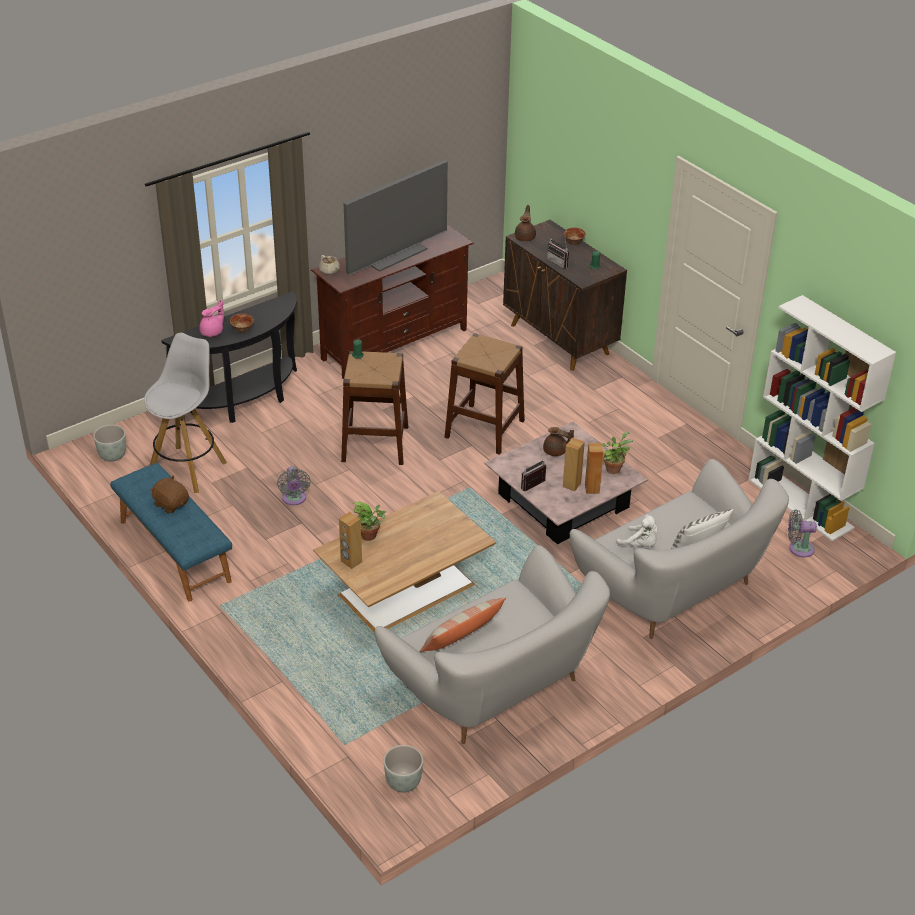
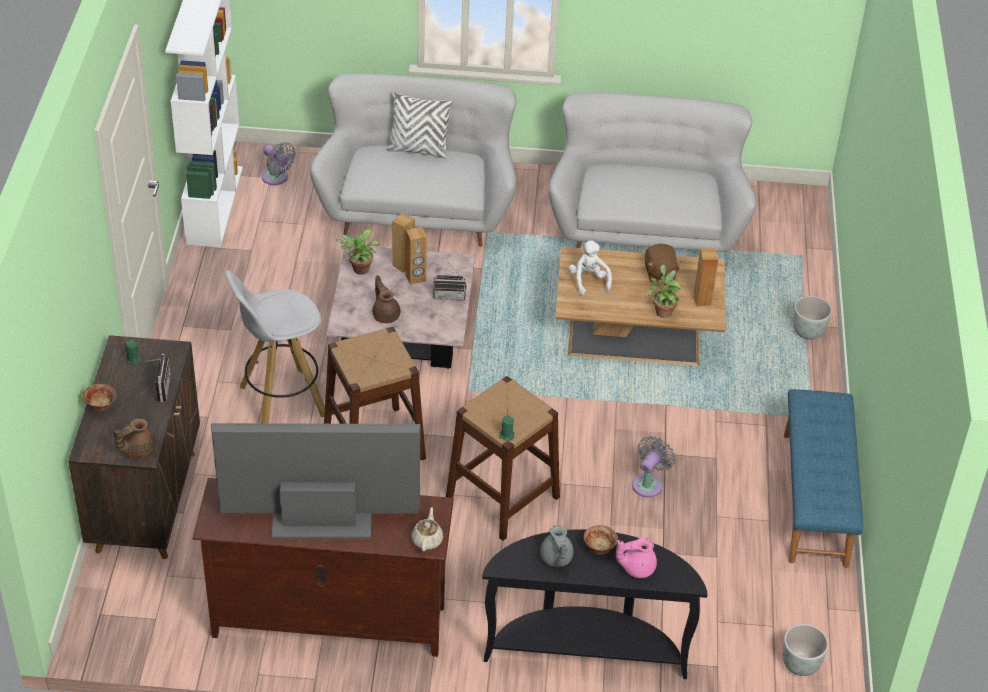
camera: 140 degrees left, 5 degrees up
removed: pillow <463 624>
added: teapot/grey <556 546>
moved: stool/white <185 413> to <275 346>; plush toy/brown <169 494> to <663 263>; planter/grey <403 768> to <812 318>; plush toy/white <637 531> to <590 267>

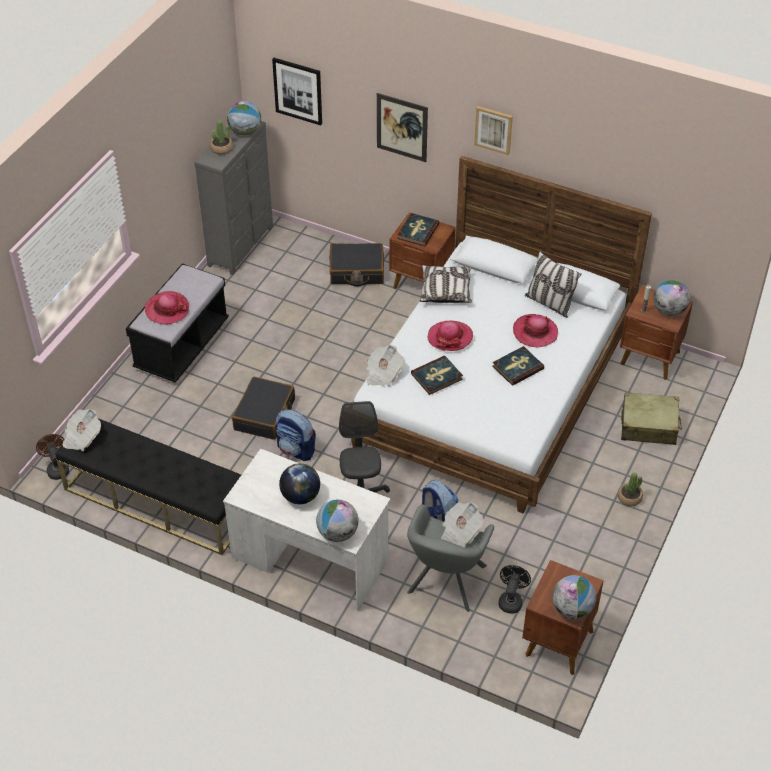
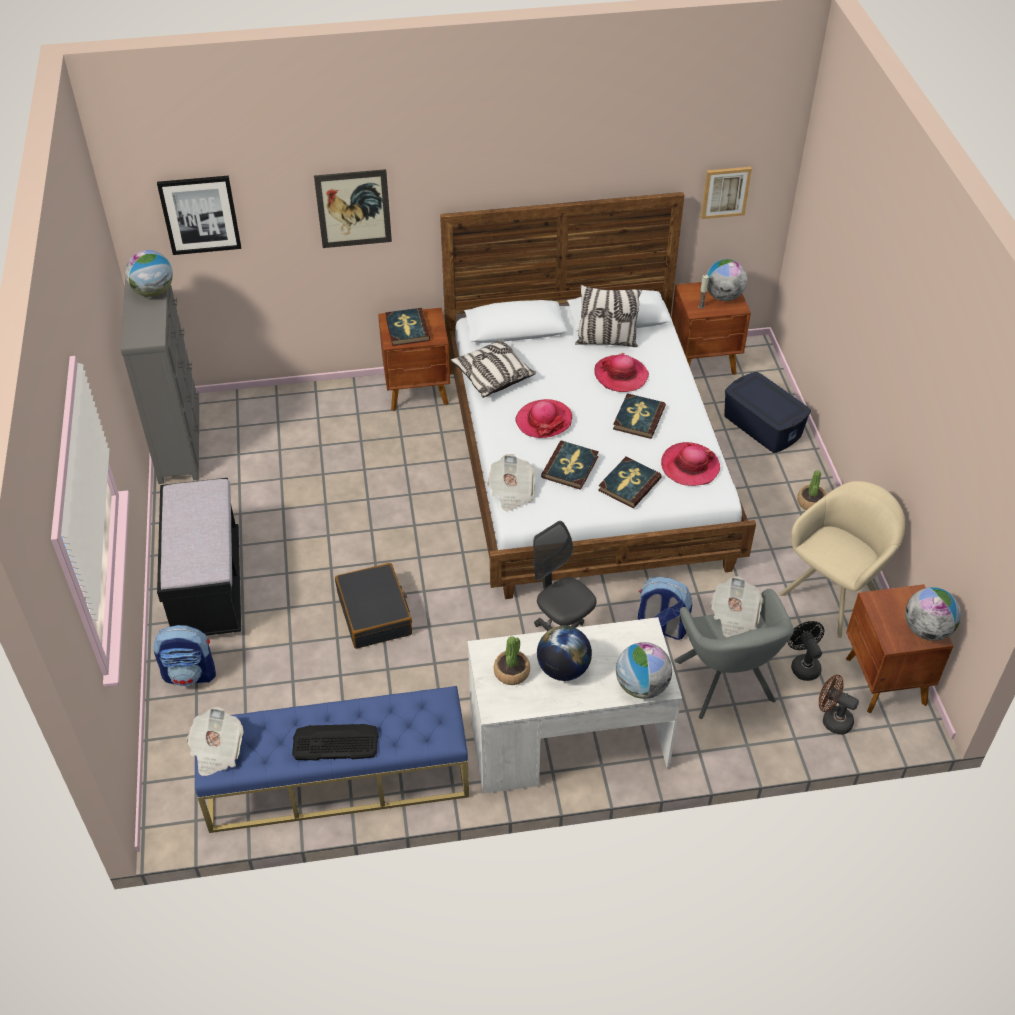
camera: 35 degrees left, 0 degrees up
removed: suitcase/black <357 264>
added: keyboard <335 742>; book <630 482>; armchair/beige <842 559>
moved: fan/brown <52 457> to <839 705>; hat <167 308> to <690 464>; potted plant <221 137> to <512 660>; backpack <296 435> to <184 655>; picture <493 130> to <726 193>
replaced: suitcase/beige <651 419> to storage box/blue <767 412>
recoloured: bench/black <148 486> to bench/blue <332 759>

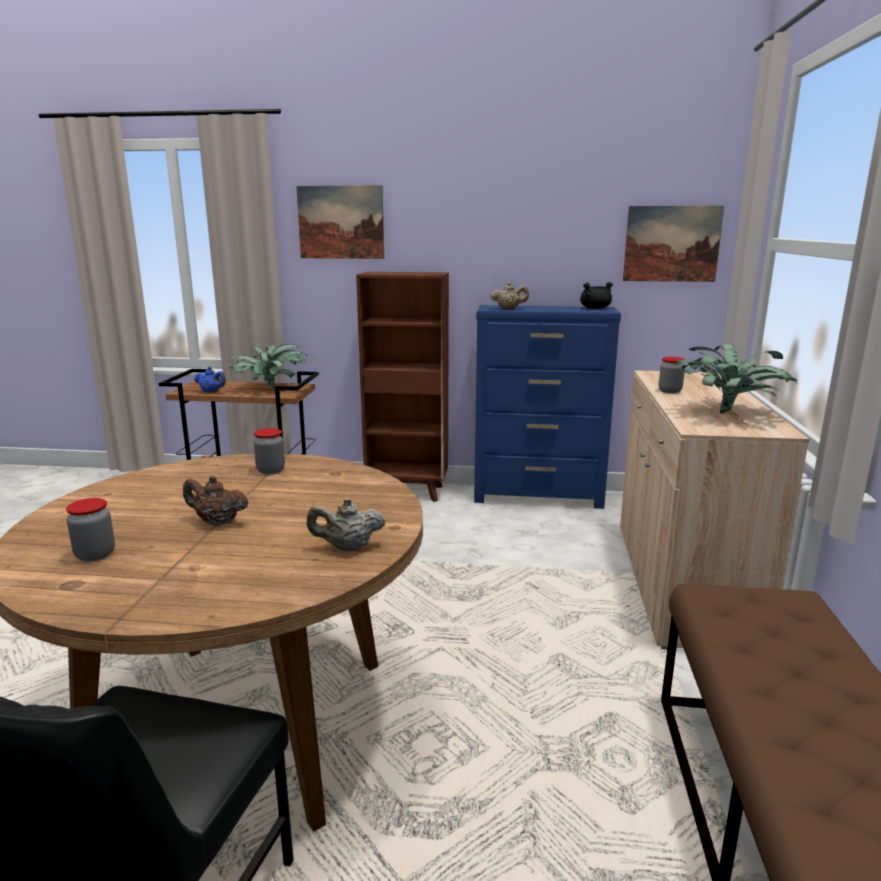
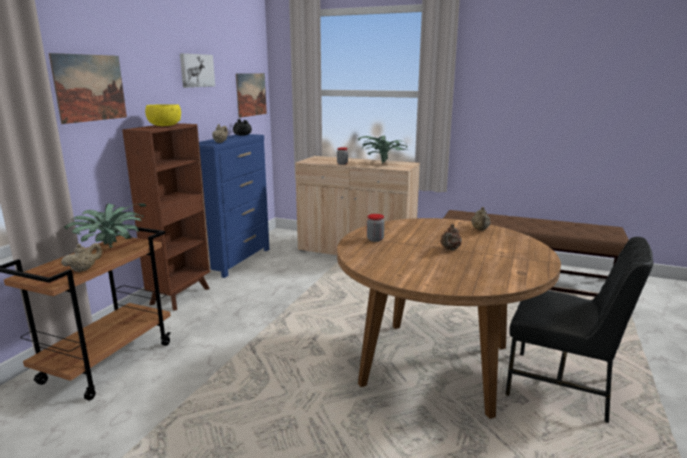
camera: 75 degrees left, 0 degrees up
removed: jar <90 530>
added: bowl/yellow <163 115>; picture <197 70>
recoloured: teapot/blue <210 379> to teapot/beige <81 257>

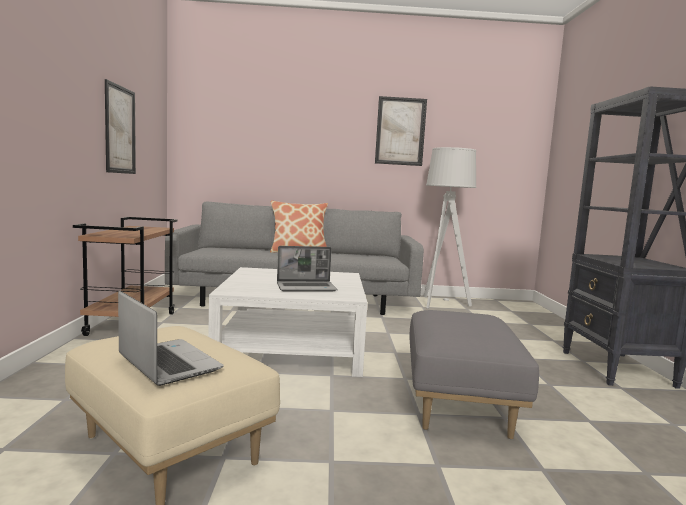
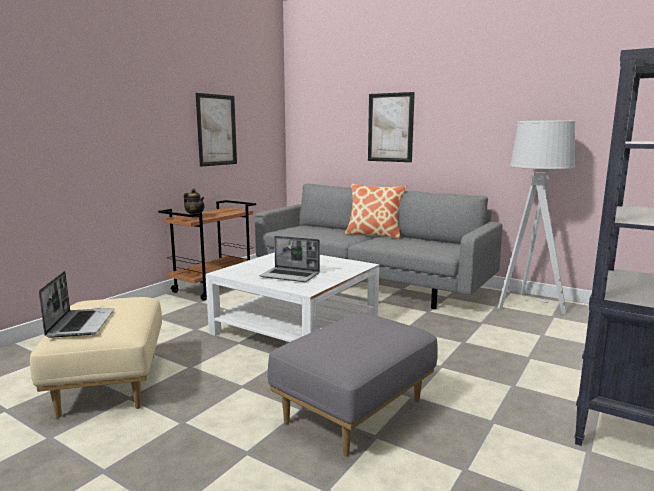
camera: 35 degrees right, 5 degrees up
added: teapot <194 203>
moved: picture <401 131> to <391 127>

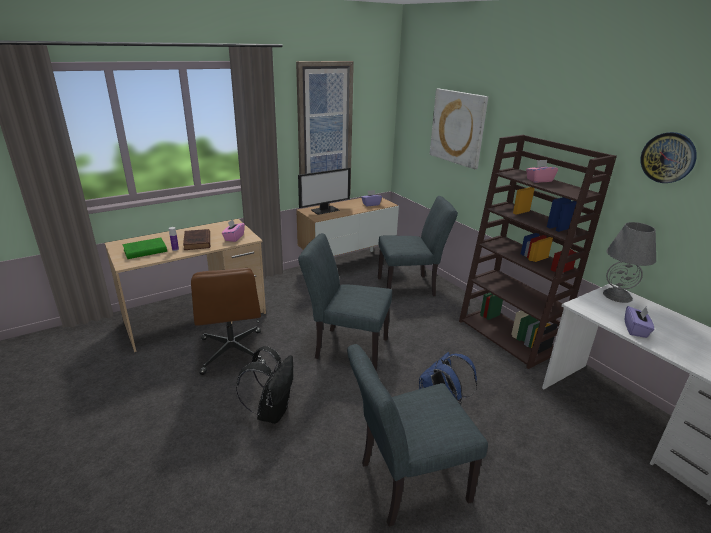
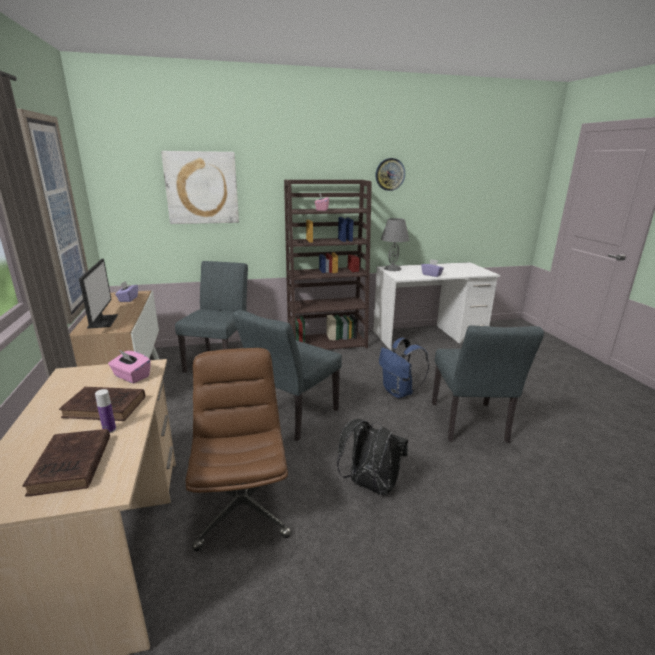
camera: 70 degrees left, 5 degrees down
recoloured: book/green <144 248> to book/brown <66 463>
turned: office chair/brown <228 321> = <238 449> 105 degrees counterclockwise

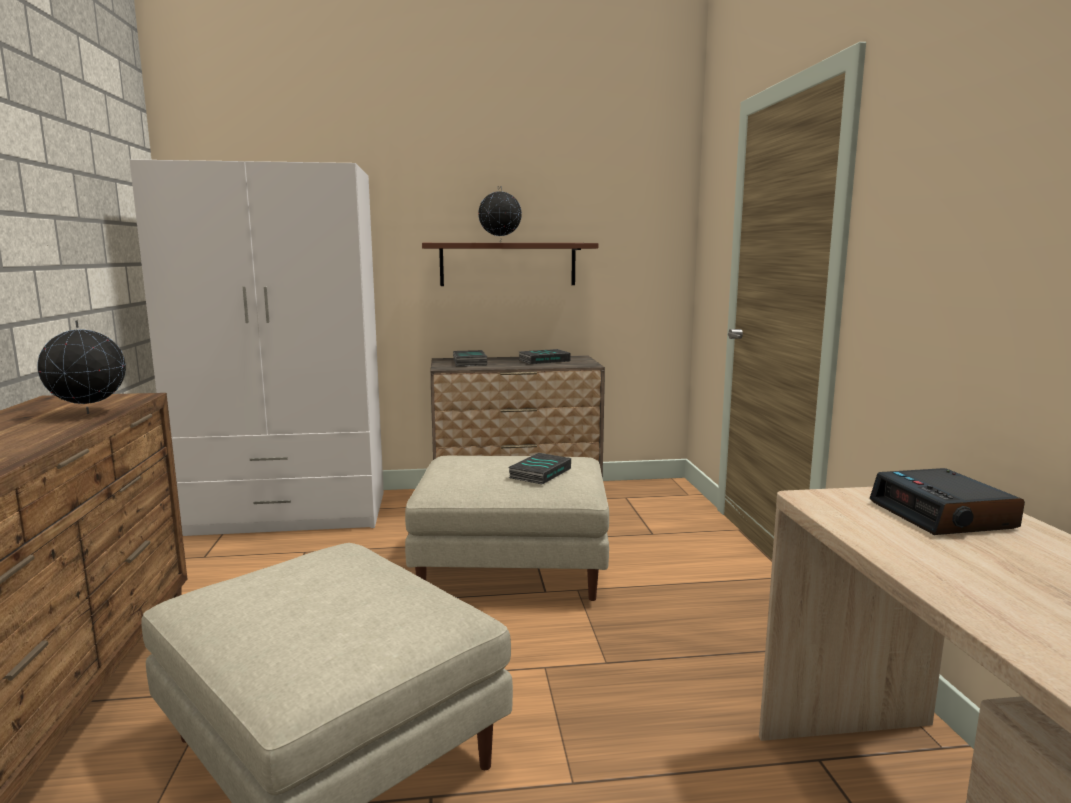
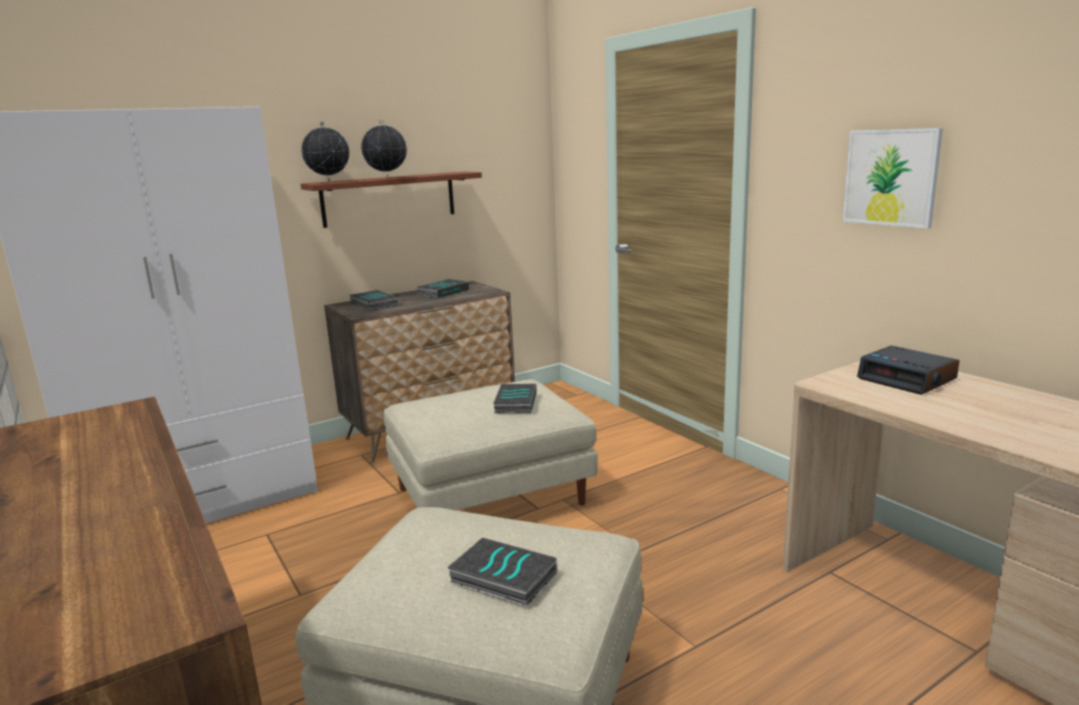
camera: 25 degrees left, 5 degrees up
added: book <502 572>; picture <893 178>
moved: globe <81 367> to <325 151>

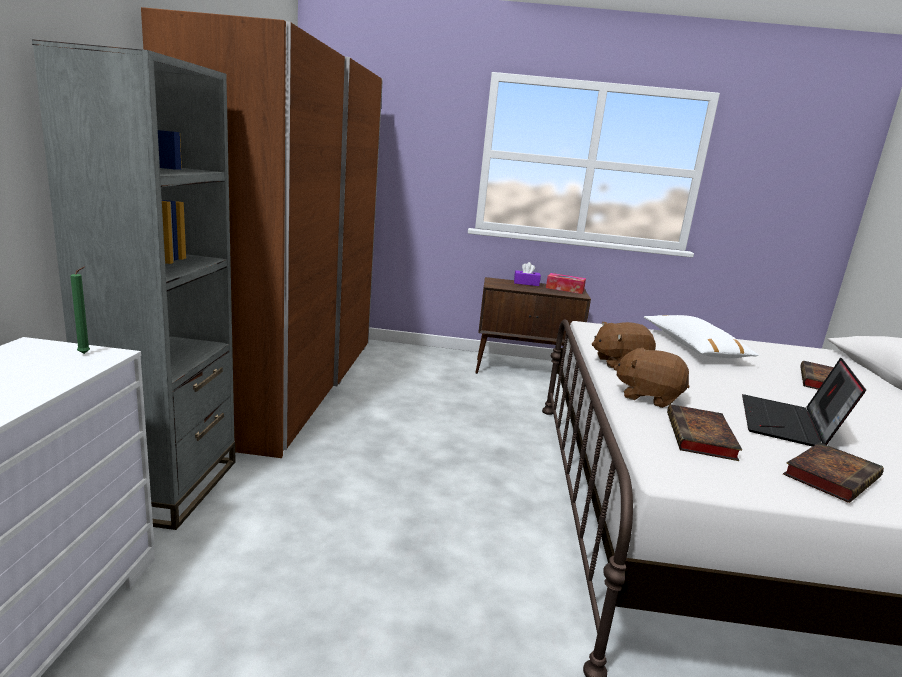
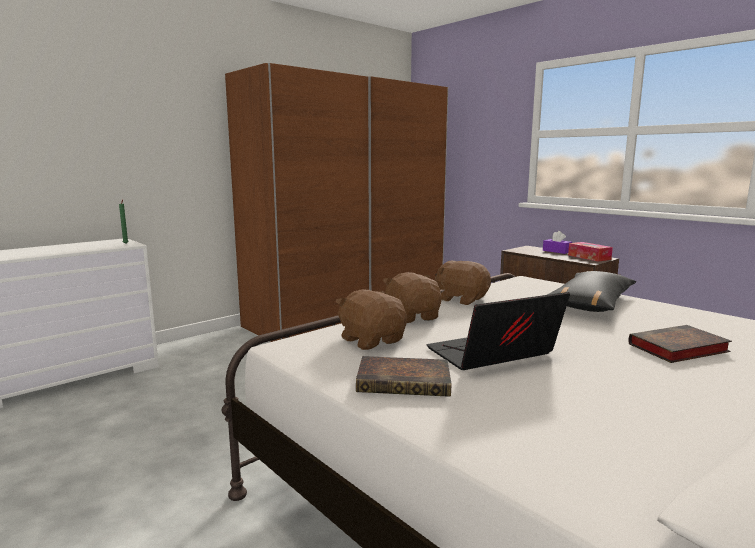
camera: 45 degrees right, 5 degrees down
removed: bookcase/grey <134 284>
replaced: book <704 432> to plush toy/brown <371 319>
recoloured: pillow/white <701 336> to pillow/black <591 291>

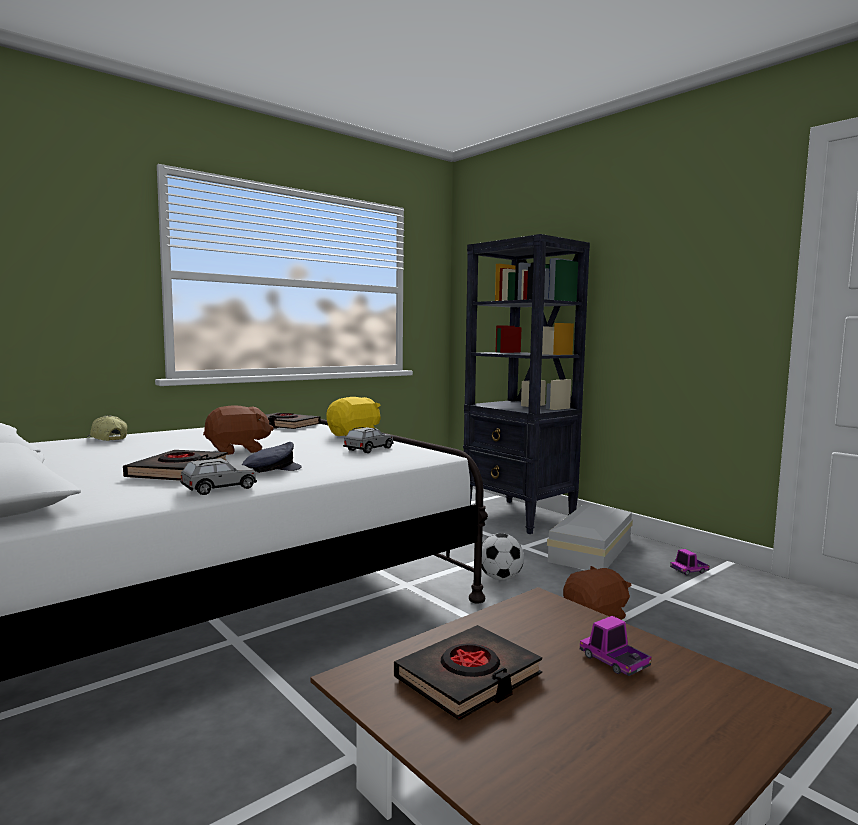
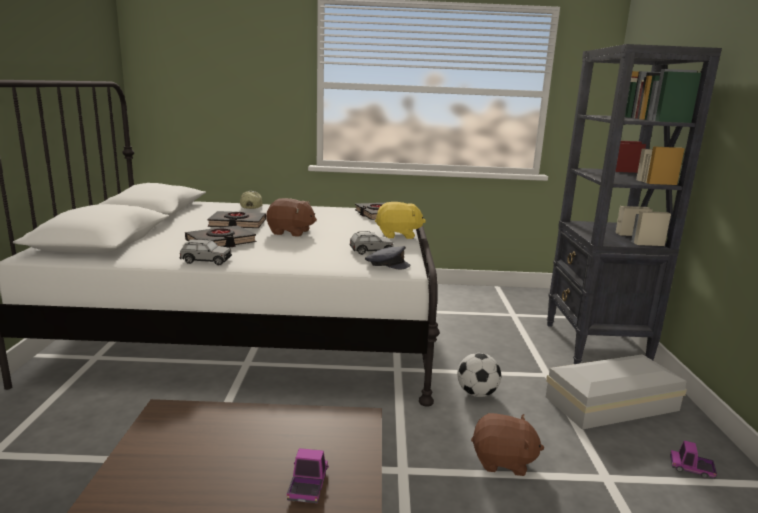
camera: 40 degrees right, 10 degrees up
moved: cap/grey <272 457> to <388 257>; book/black <468 672> to <236 219>

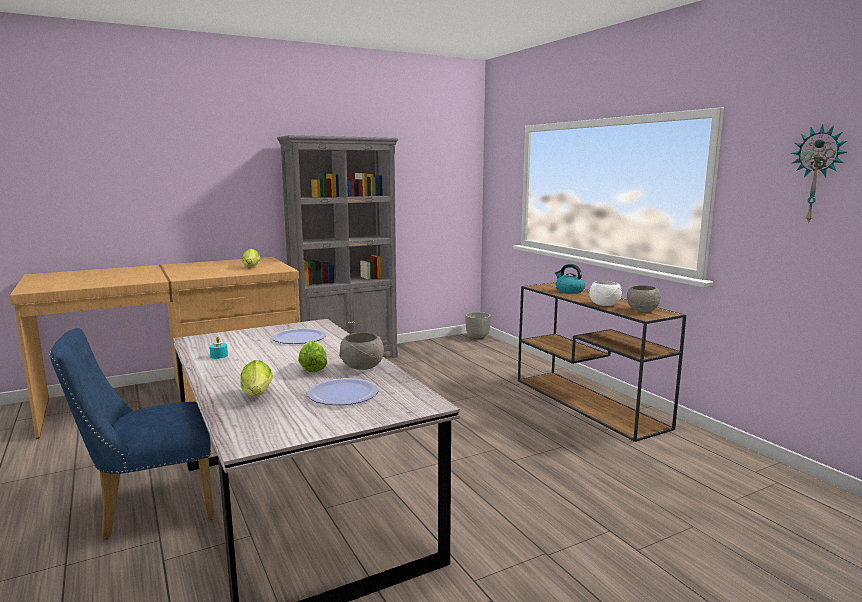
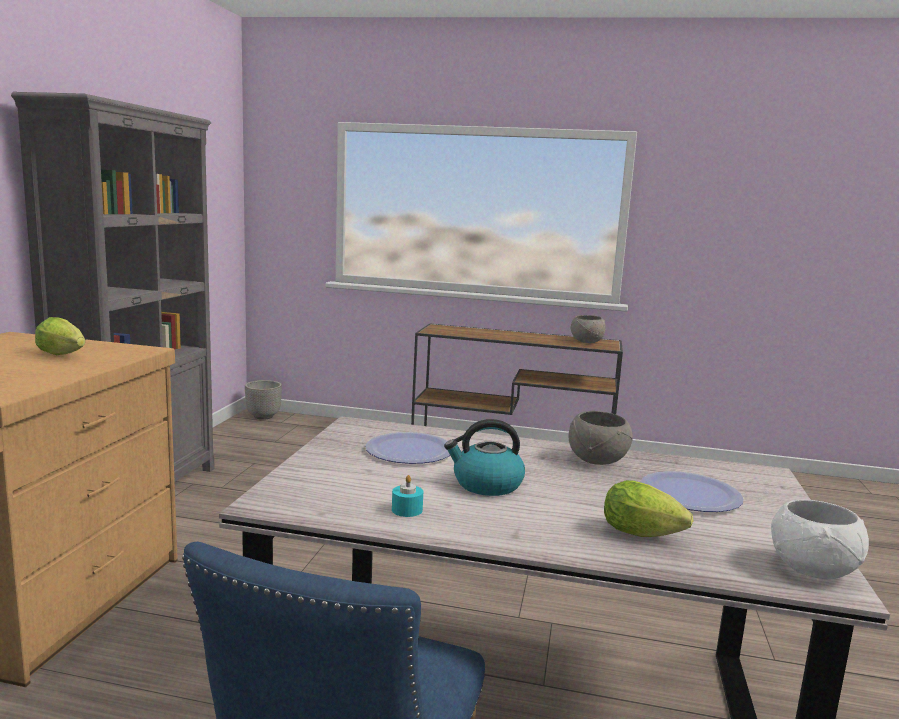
camera: 50 degrees left, 0 degrees up
removed: lettuce <312 357>; wall clock <819 174>
moved: kettle <570 279> to <484 457>; bowl/white <605 293> to <820 540>

